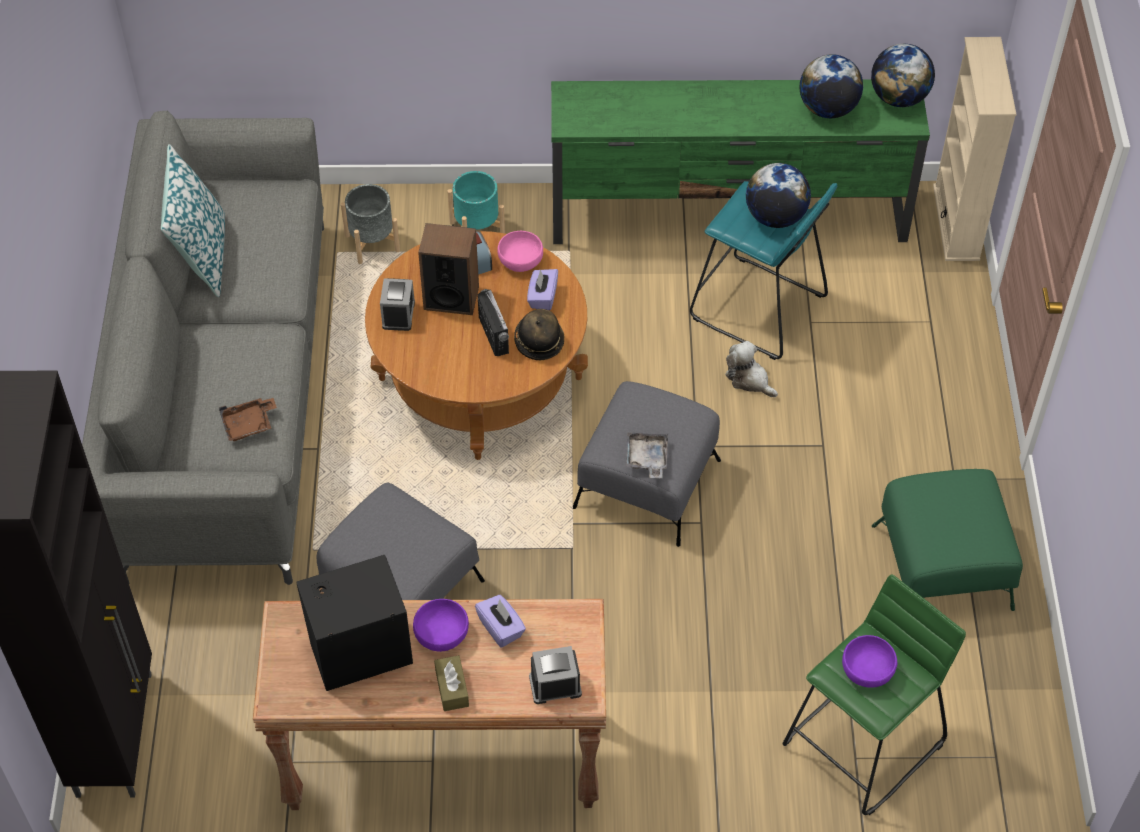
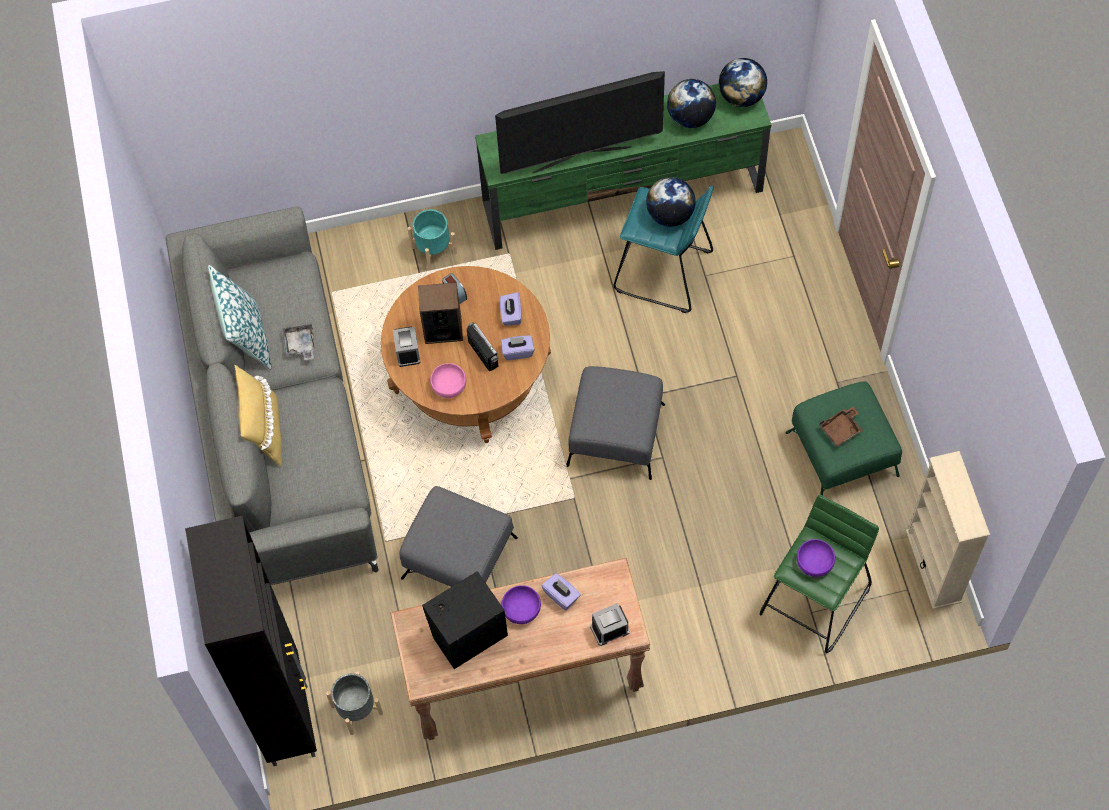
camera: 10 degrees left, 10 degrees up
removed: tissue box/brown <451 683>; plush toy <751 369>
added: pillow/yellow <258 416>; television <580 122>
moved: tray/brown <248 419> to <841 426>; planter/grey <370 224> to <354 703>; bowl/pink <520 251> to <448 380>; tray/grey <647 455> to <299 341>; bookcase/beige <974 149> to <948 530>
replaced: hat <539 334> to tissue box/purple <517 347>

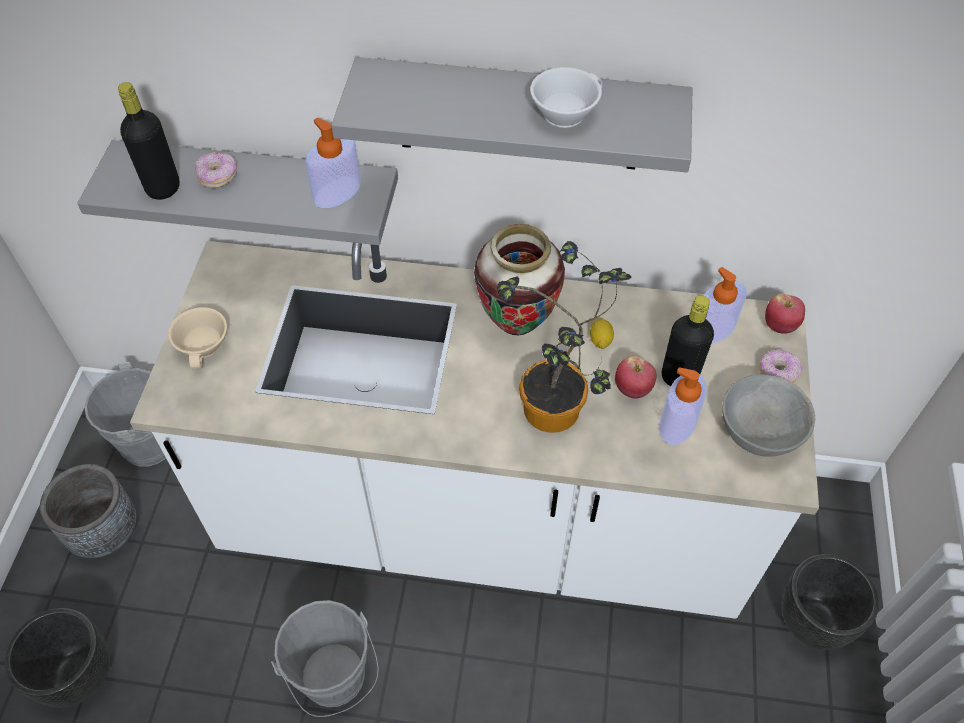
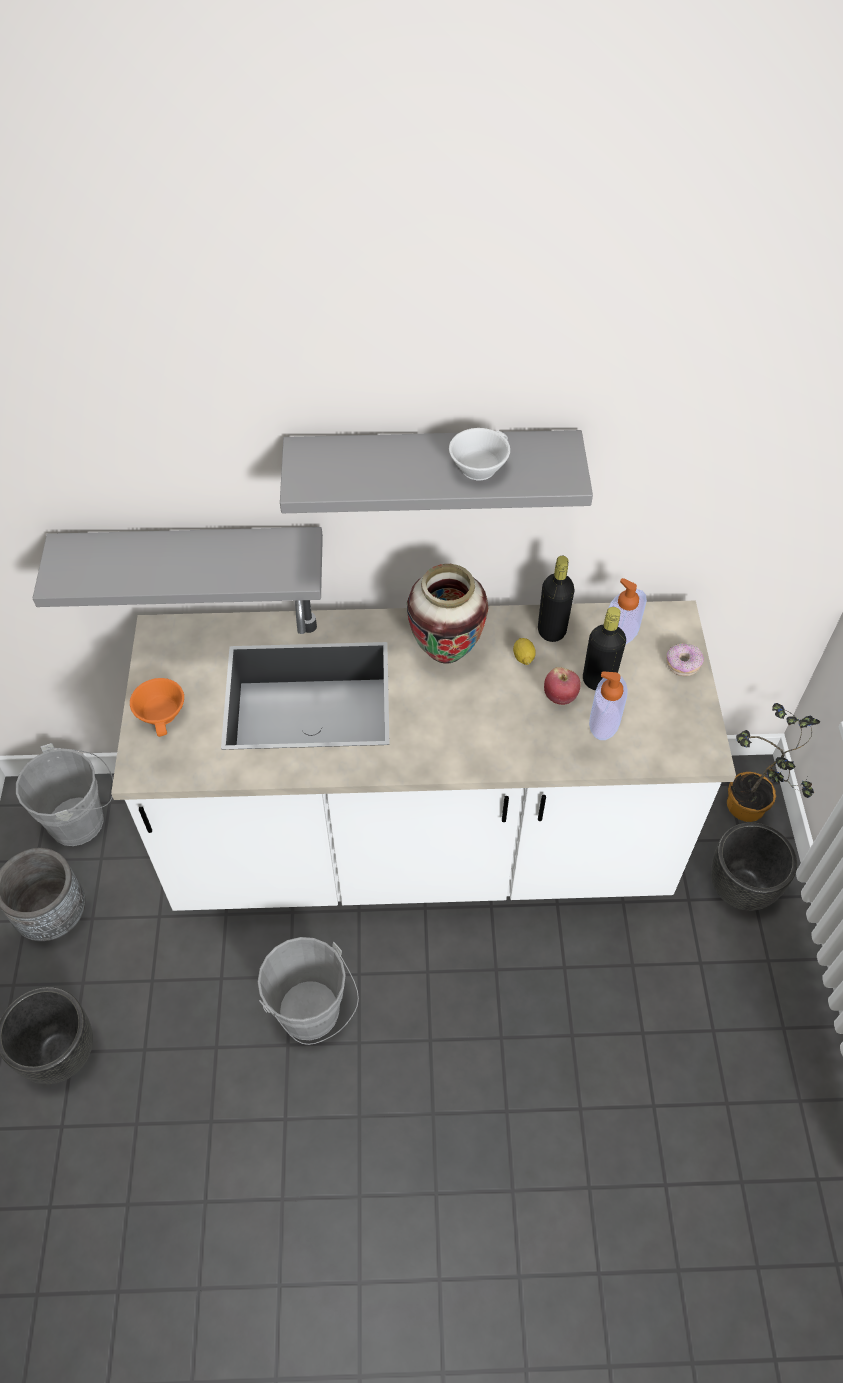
camera: 10 degrees left, 0 degrees up
removed: donut <216 170>; soap dispenser <333 163>; bowl/grey <768 415>; apple <785 314>
moved: bottle/black <149 141> to <556 599>; potted plant <564 337> to <773 762>
recoloured: cup/beige <197 338> to cup/orange <157 707>

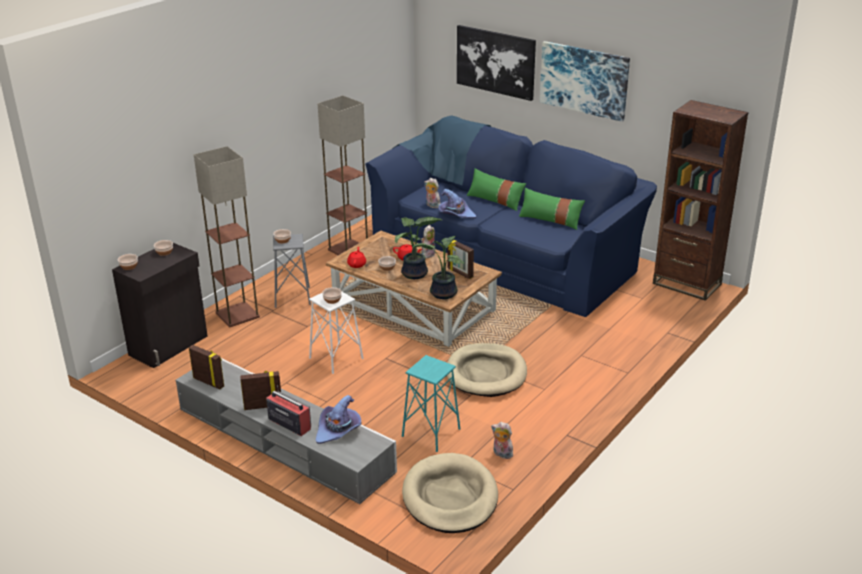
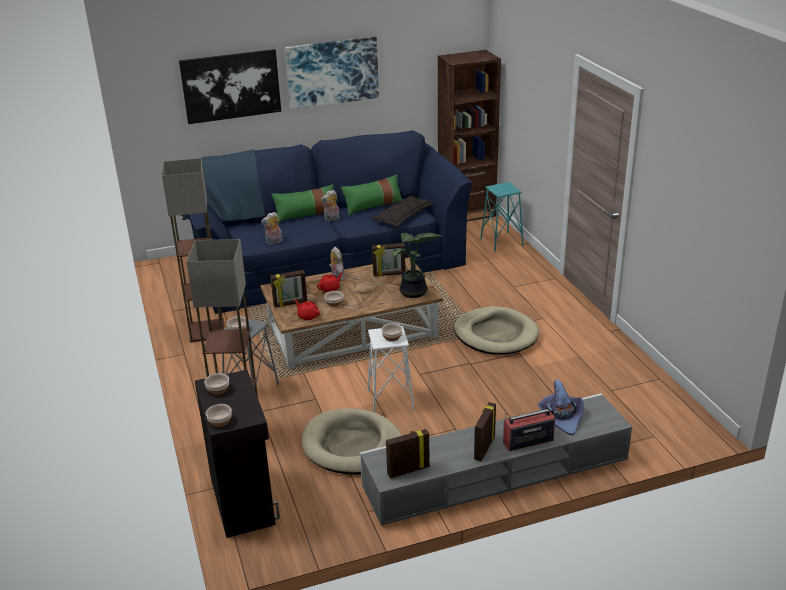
camera: 55 degrees left, 0 degrees up
removed: potted plant <418 248>; hat/purple <457 203>
added: picture frame <288 288>; pillow <402 211>
moved: stool/turquoise <431 403> to <502 217>; dog bed/beige <450 493> to <351 441>; plush toy <502 440> to <330 205>

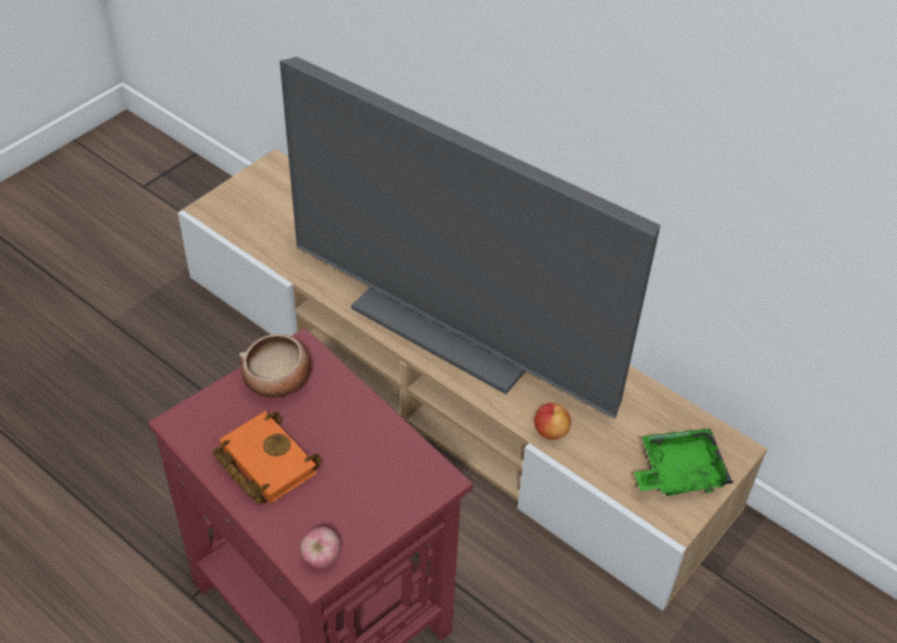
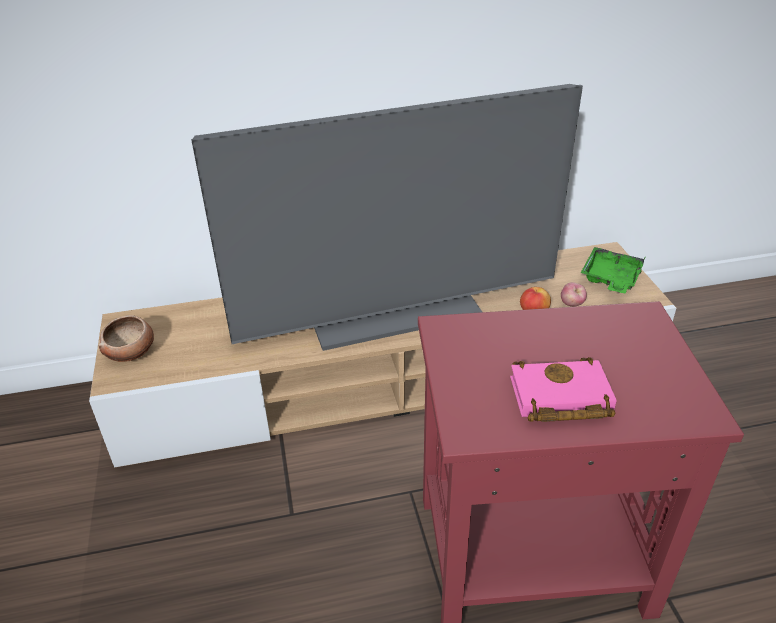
camera: 50 degrees left, 10 degrees down
moved: bowl <275 366> to <126 338>; apple <320 547> to <574 294>
recoloured: book/orange <268 457> to book/pink <563 389>

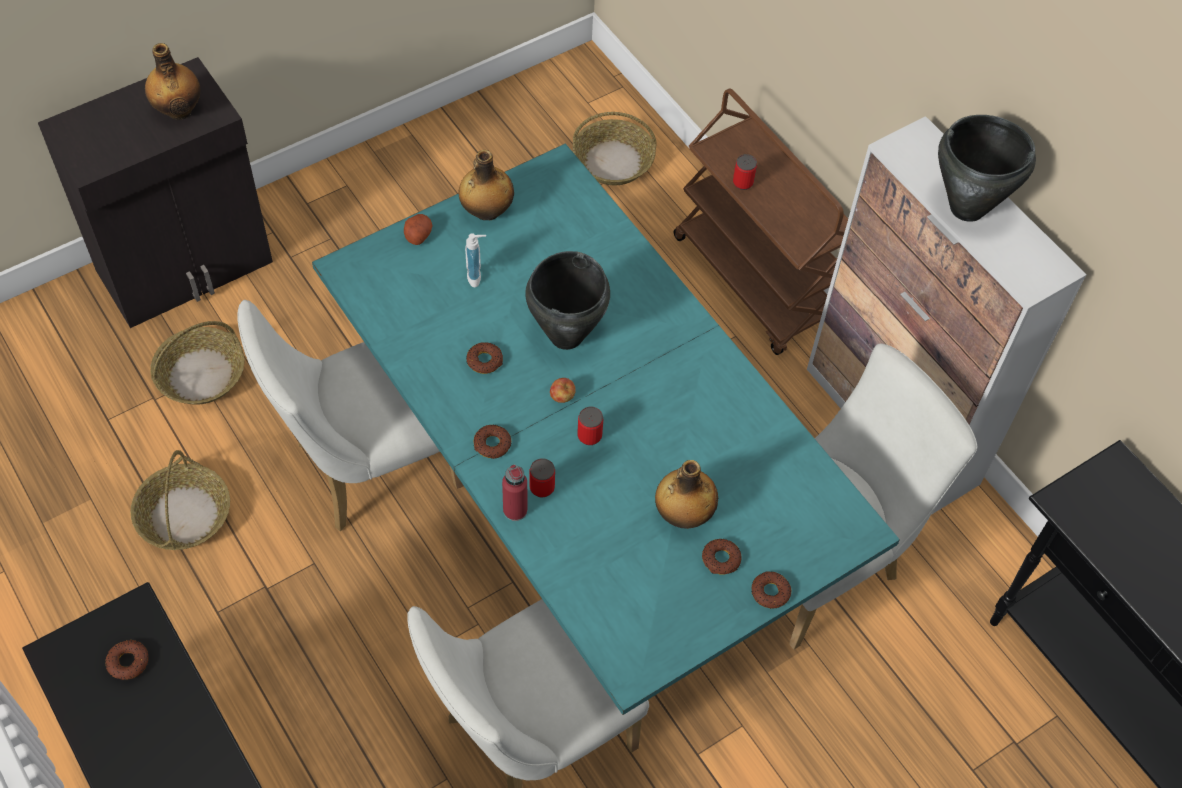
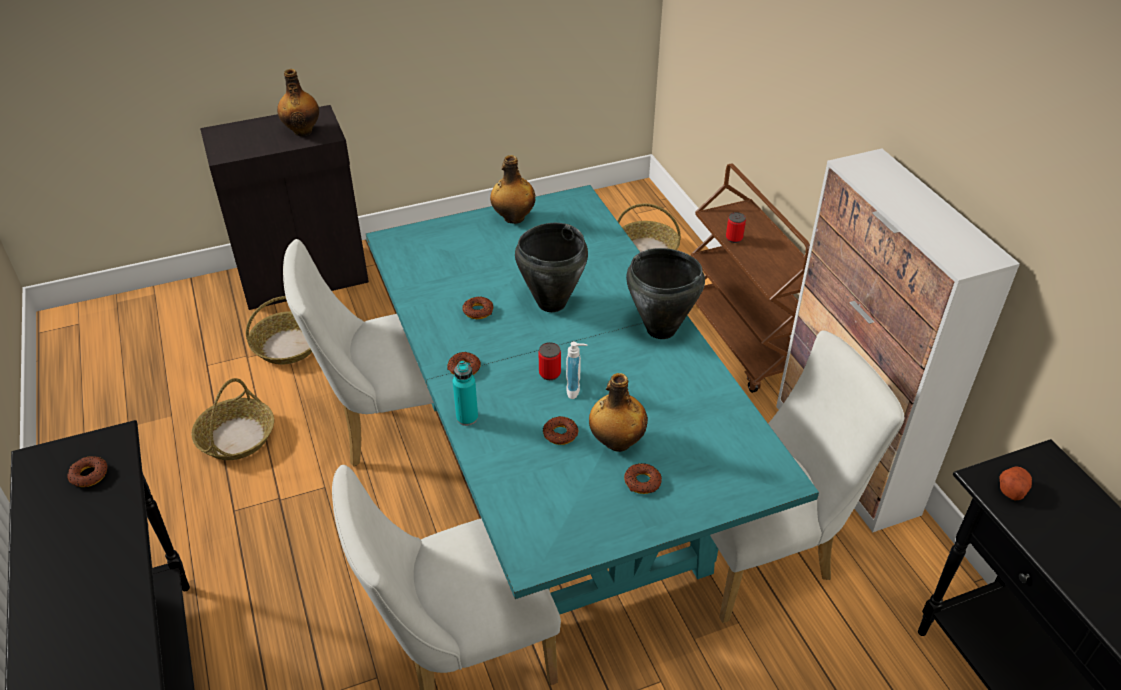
camera: 15 degrees right, 15 degrees down
removed: can <542 477>; apple <563 390>
moved: potato <418 229> to <1015 483>; soap dispenser <475 260> to <576 370>; donut <771 590> to <560 430>; cooking pot/black <987 168> to <665 293>
recoloured: bottle/red <514 492> to bottle/turquoise <465 393>

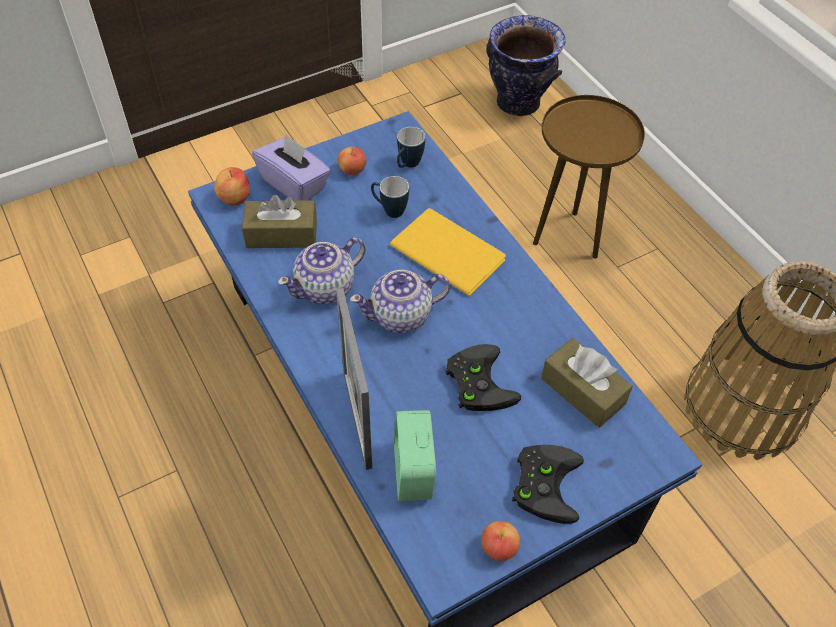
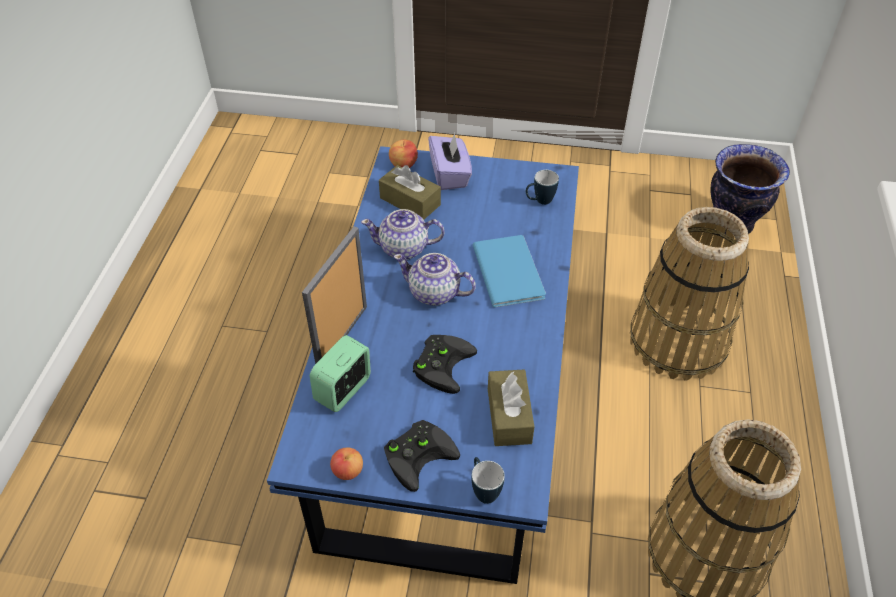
camera: 40 degrees right, 5 degrees down
removed: apple <352 161>
moved: mug <390 197> to <488 480>
replaced: side table/brown <589 177> to basket <689 294>
recoloured: book/yellow <448 252> to book/blue <509 271>

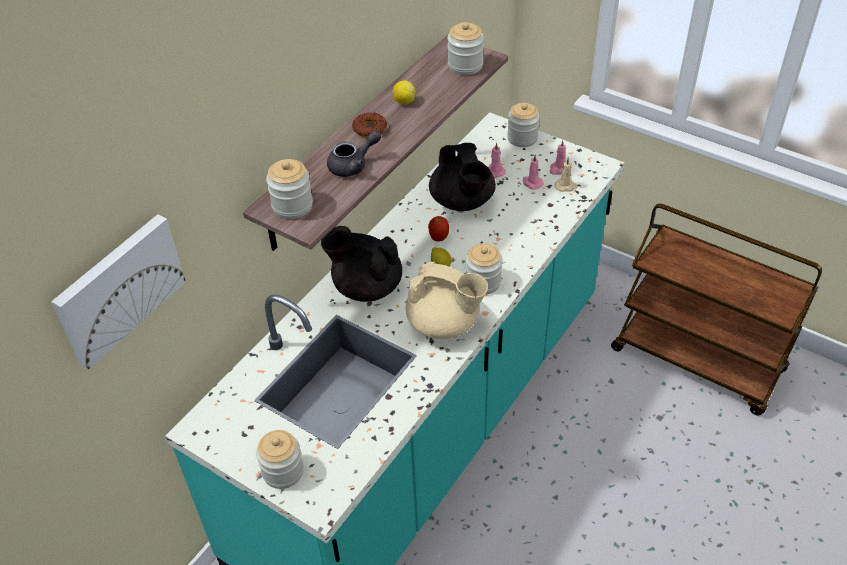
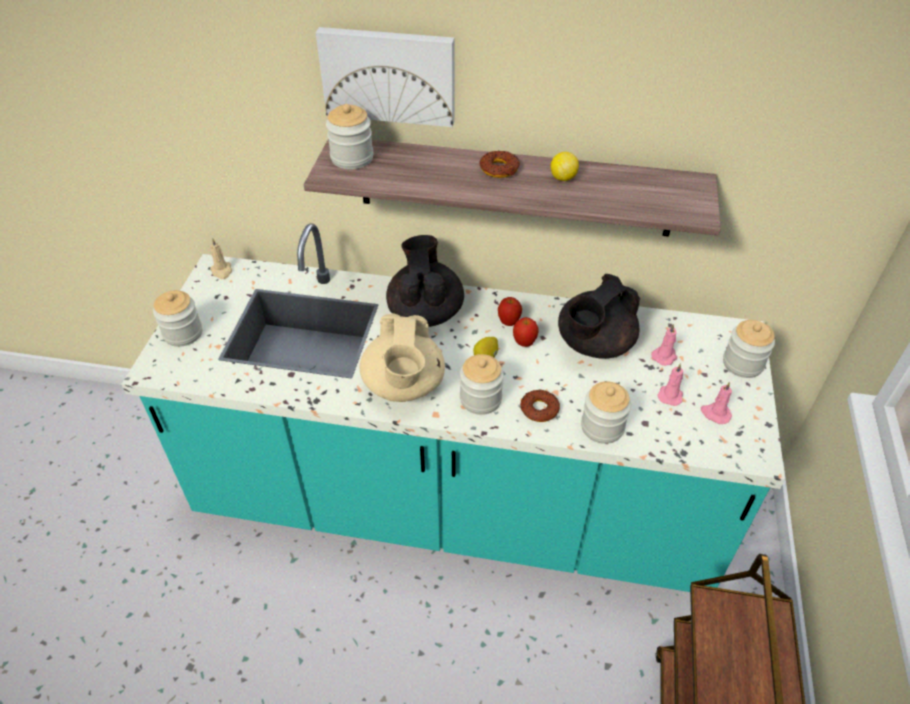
camera: 65 degrees right, 0 degrees up
removed: teapot/grey <354 154>
added: apple <510 311>; donut <540 406>
moved: picture <118 291> to <385 77>; jar <465 48> to <606 412>; candle/beige <566 174> to <221 258>

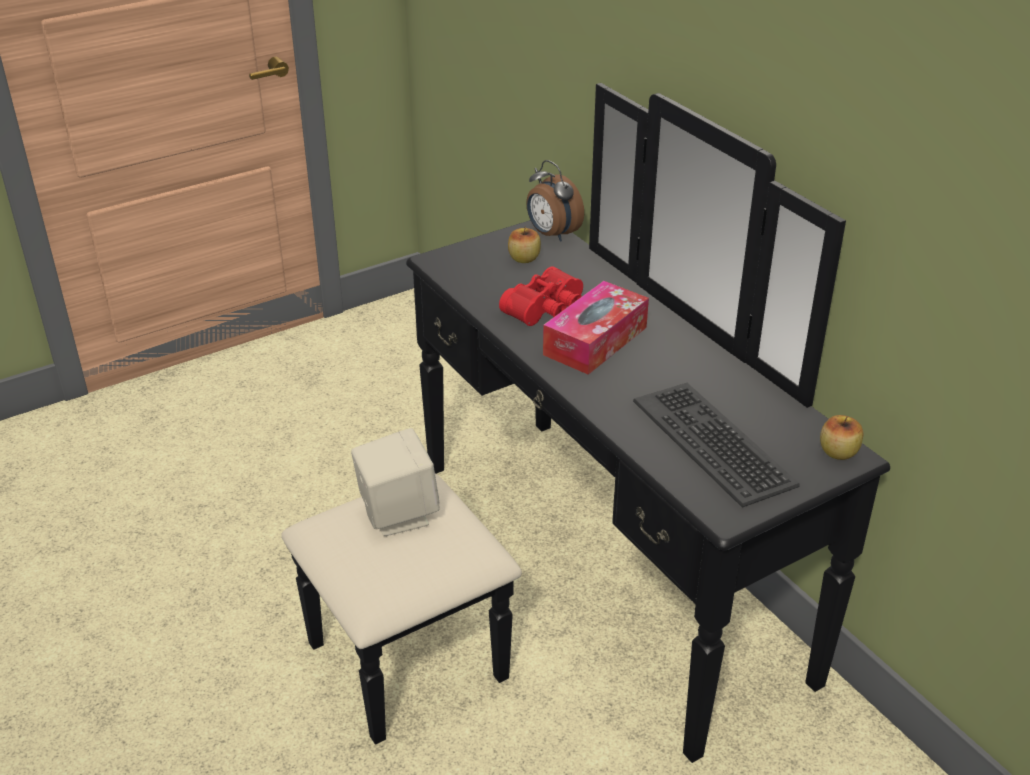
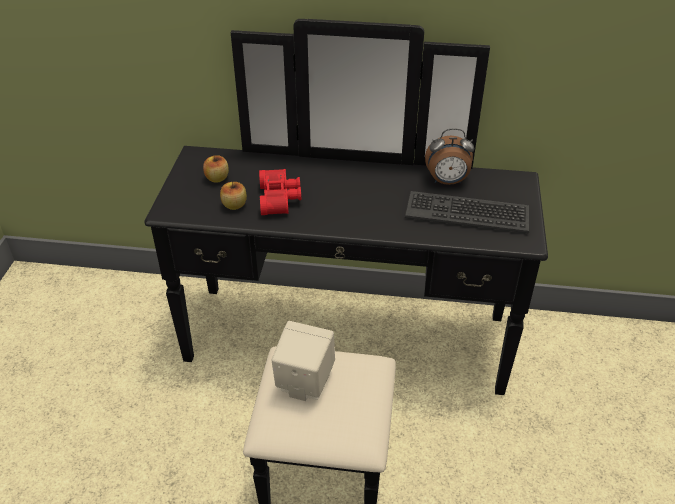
camera: 50 degrees left, 5 degrees up
removed: tissue box <596 328>
moved: alarm clock <555 201> to <449 156>; apple <841 437> to <233 196>

